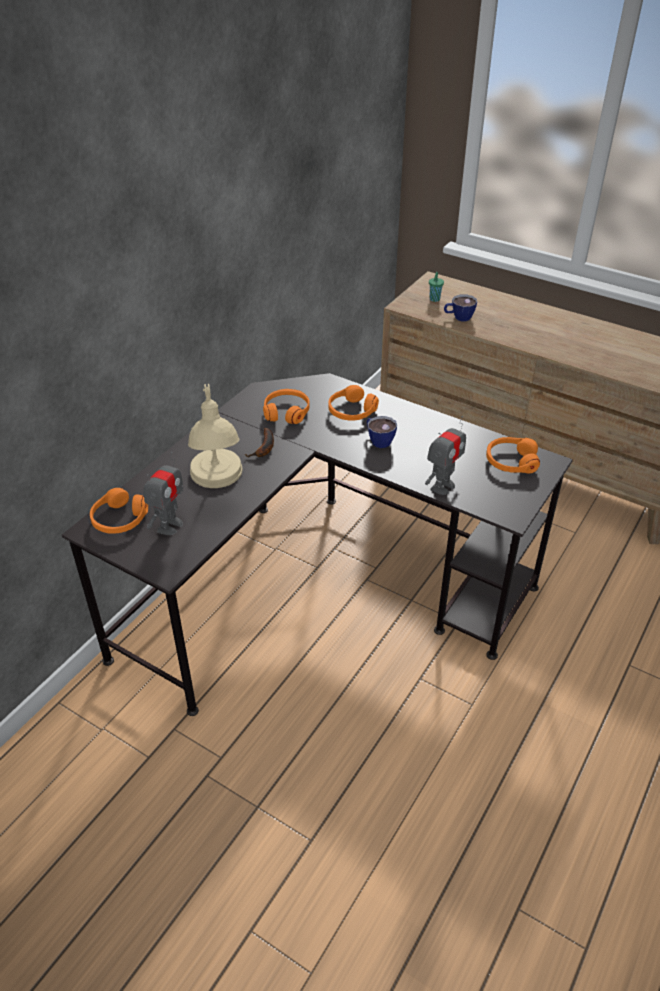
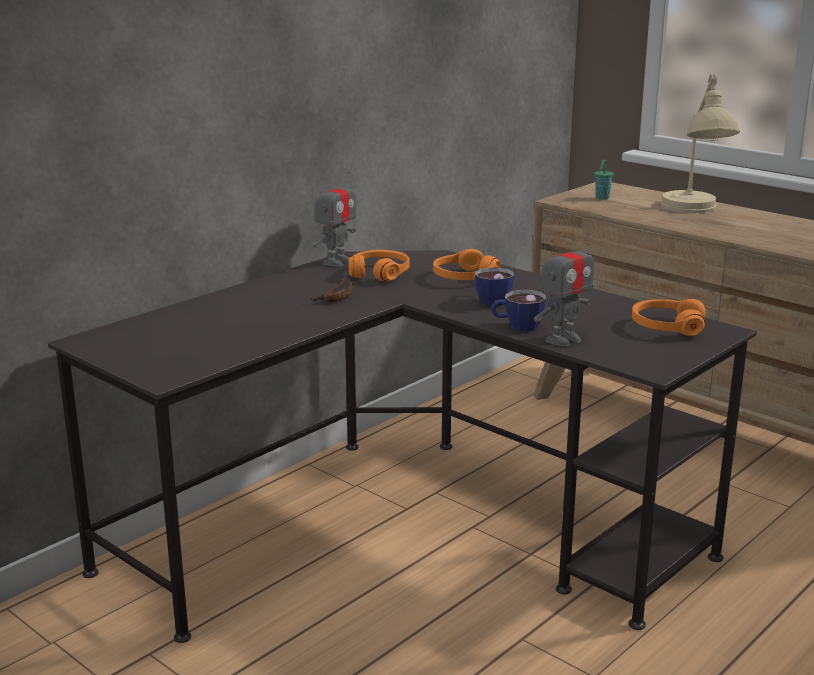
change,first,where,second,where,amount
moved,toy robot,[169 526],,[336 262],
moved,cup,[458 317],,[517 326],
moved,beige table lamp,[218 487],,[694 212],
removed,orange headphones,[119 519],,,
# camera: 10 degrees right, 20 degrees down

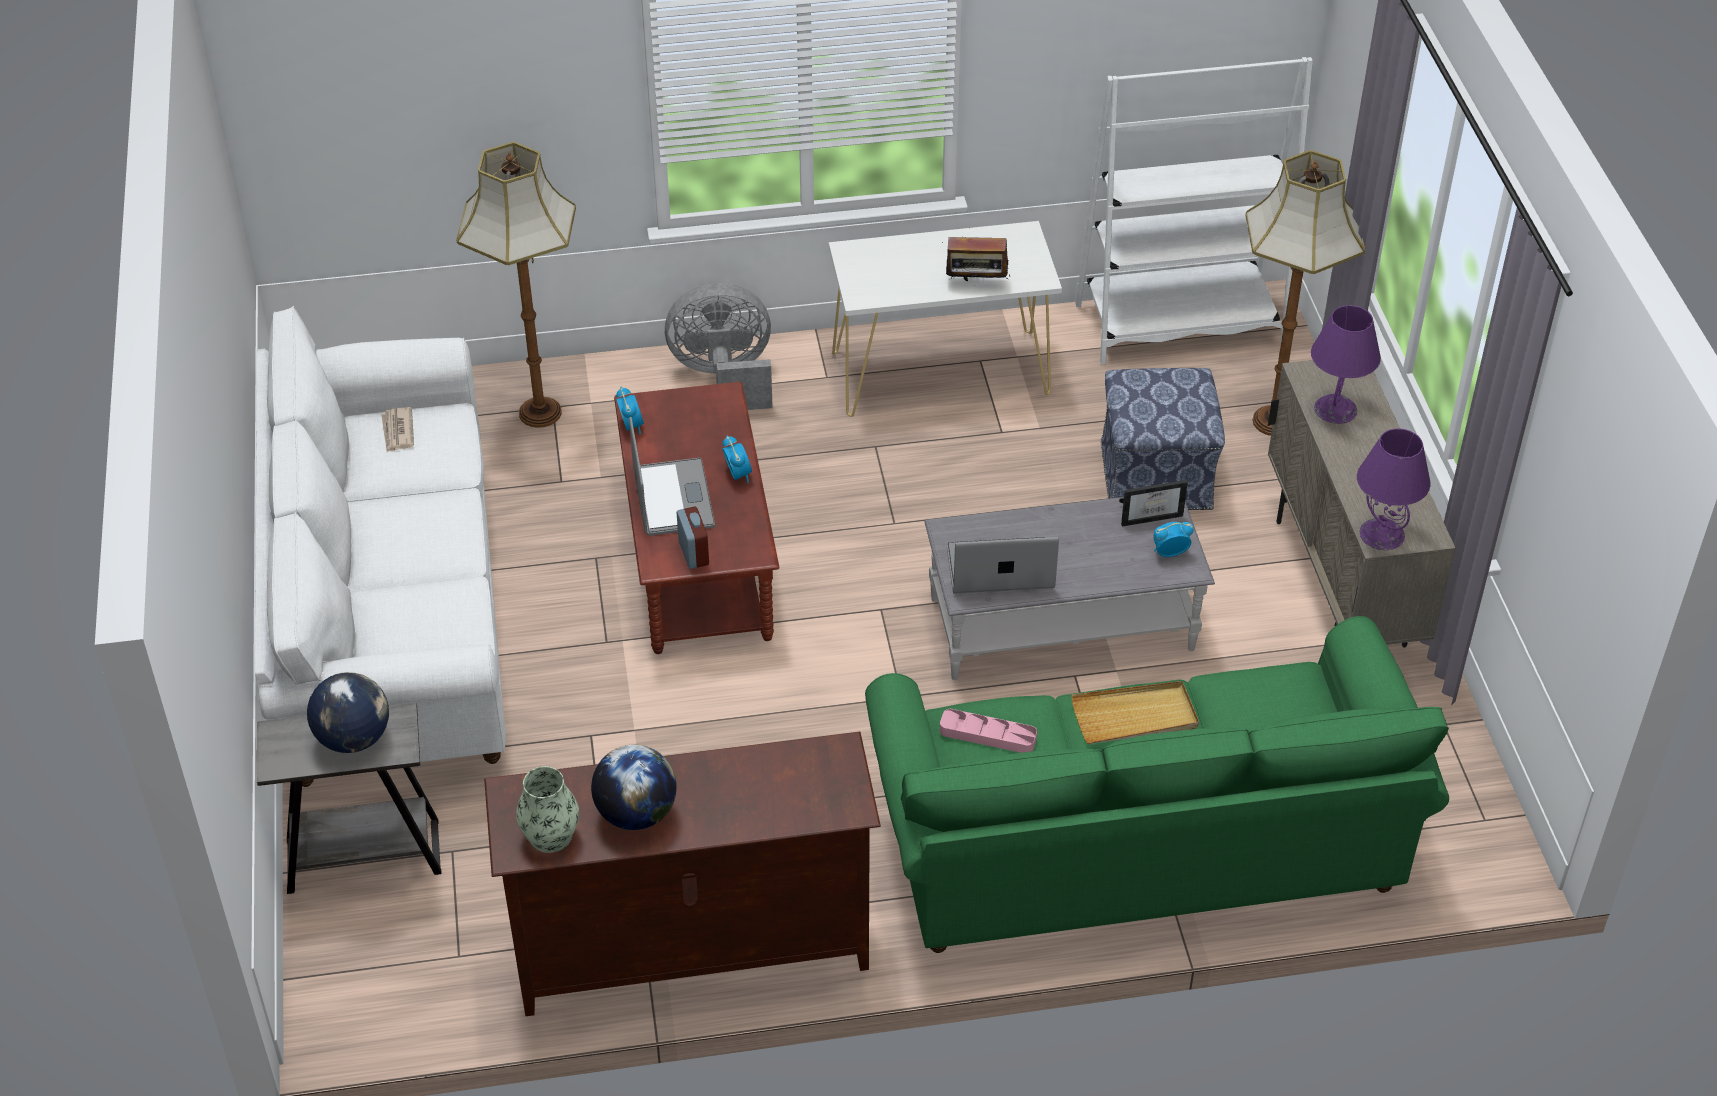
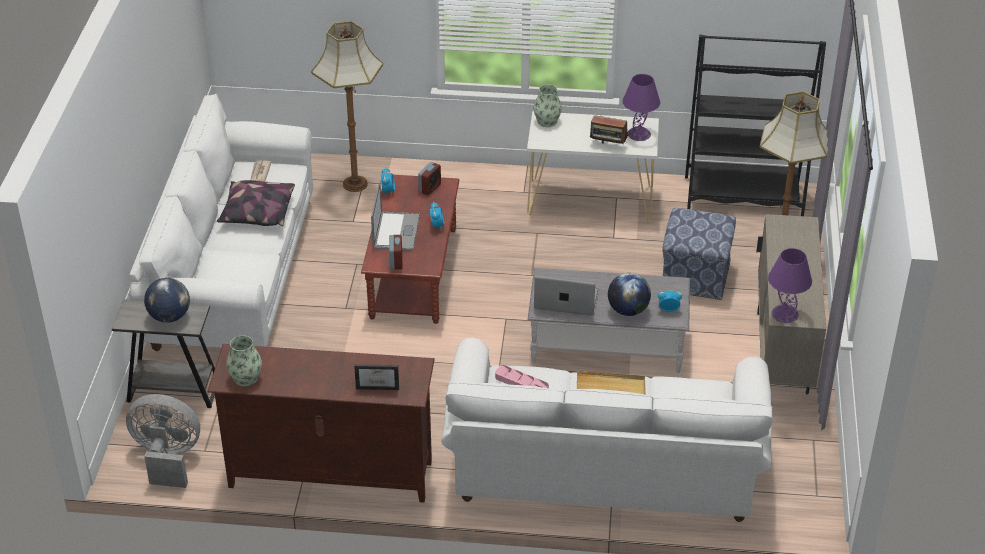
change,first,where,second,where,amount
moved,grey fan,[724 378],,[167 458],
added,,,pillow,[257 213],
moved,picture frame,[1151 515],,[378 385],
added,,,alarm clock,[430 188],
recoloured,green sofa,[1137 843],white sofa,[604 468],
added,,,vase,[547 121],
moved,globe,[636 814],,[628 310],
moved,purple table lamp,[1336 409],,[639 134],
recoloured,white bookcase,[1180 324],black bookcase,[743 197],
# camera: 15 degrees right, 5 degrees down

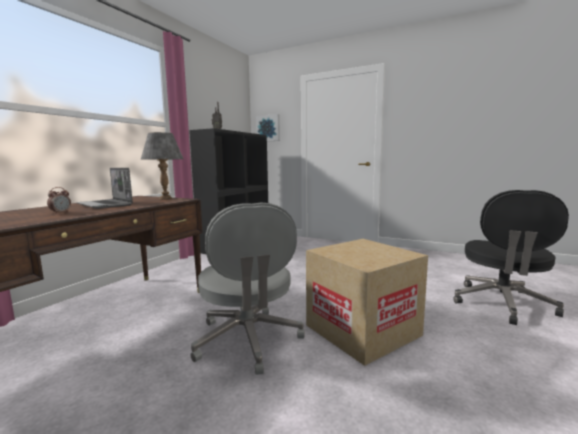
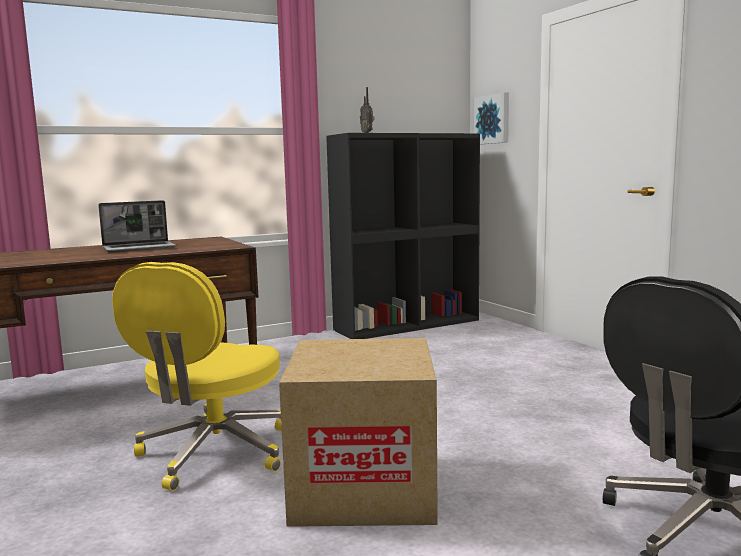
change,first,where,second,where,amount
turned,laptop,[106 205],,[140 248],105 degrees counterclockwise
recoloured,grey office chair,[248 340],yellow office chair,[214 453],
removed,alarm clock,[60 213],,,
removed,grey table lamp,[166 198],,,
# camera: 35 degrees right, 0 degrees up

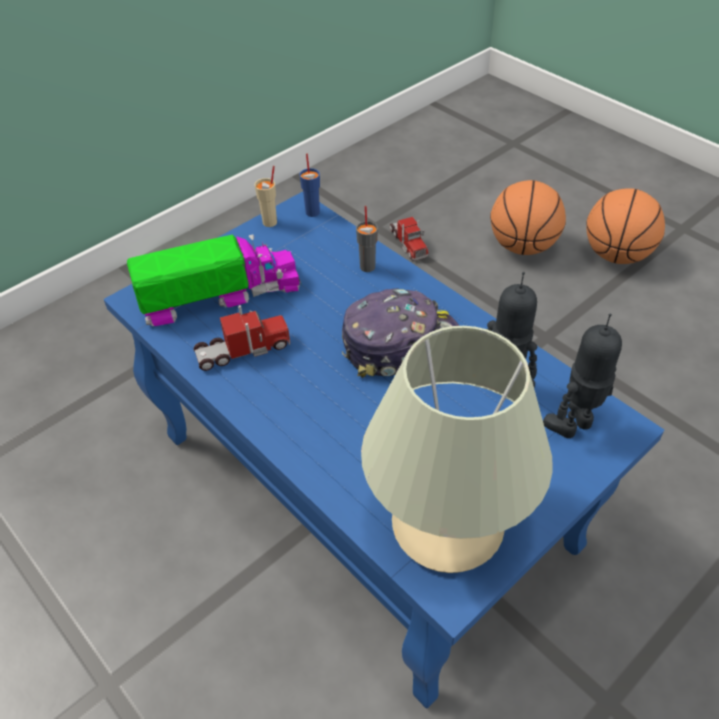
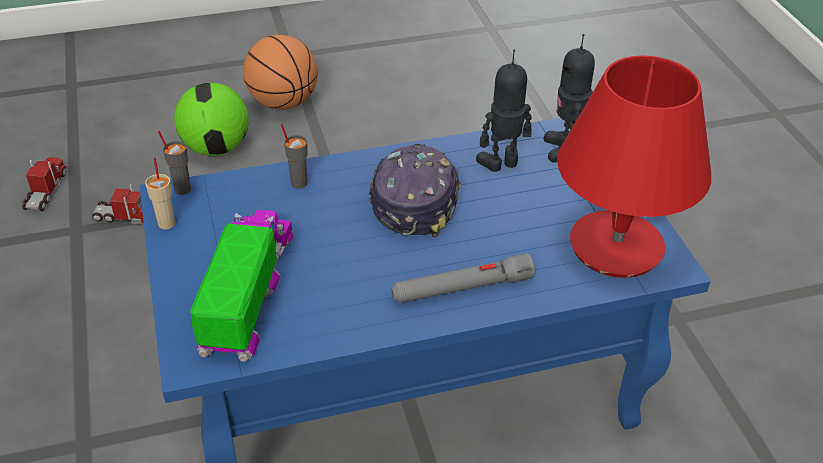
change,first,where,second,where,amount
moved,toy truck,[243 350],,[46 191],
recoloured,blue cup,[313 212],grey cup,[182 189],
replaced,basketball,[522 246],football,[216 147],
added,,,grey flashlight,[462 288],
recoloured,beige table lamp,[448 526],red table lamp,[617 246],
# camera: 65 degrees left, 5 degrees down

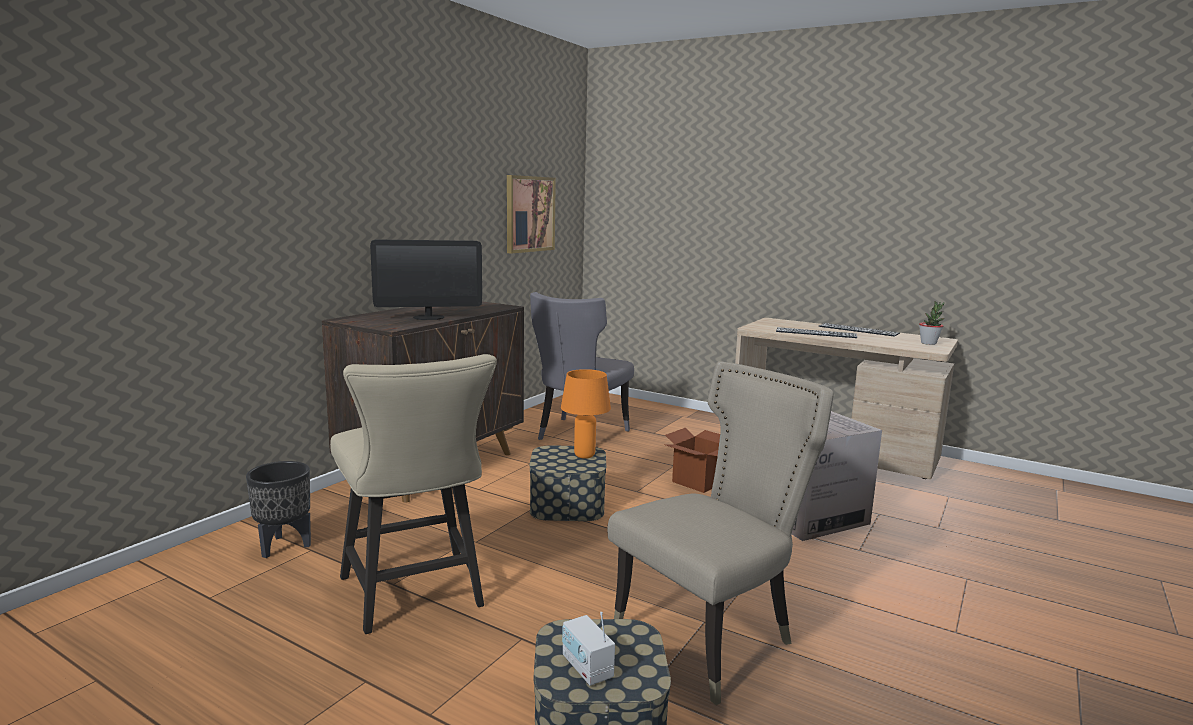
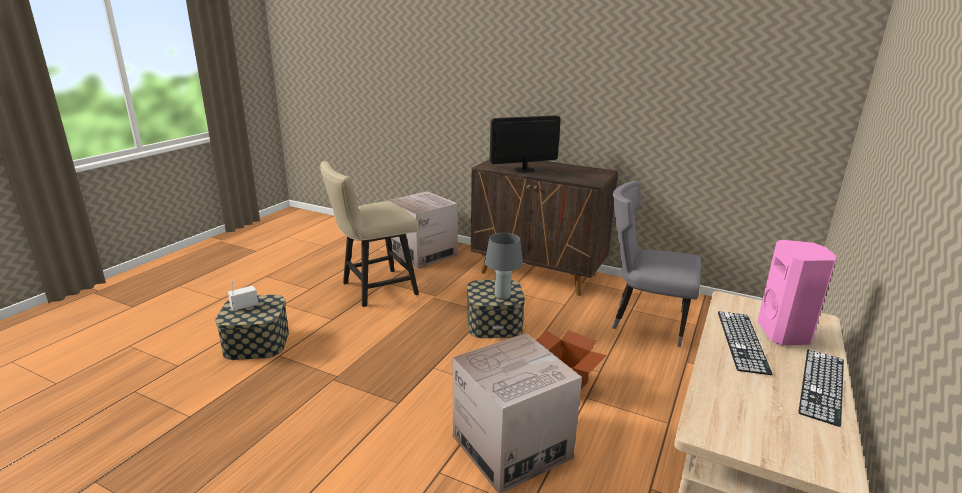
change,first,where,second,where,amount
replaced,black planter,[284 546],cardboard box,[423 253],
recoloured,orange table lamp,[583 455],grey table lamp,[502 297],
turned,monitor,[428 317],,[524 170],90 degrees clockwise
added,,,pink speaker,[785 334],
removed,picture,[529 214],,,
removed,beige chair,[712 637],,,
removed,potted plant,[928 343],,,
# camera: 85 degrees right, 10 degrees up

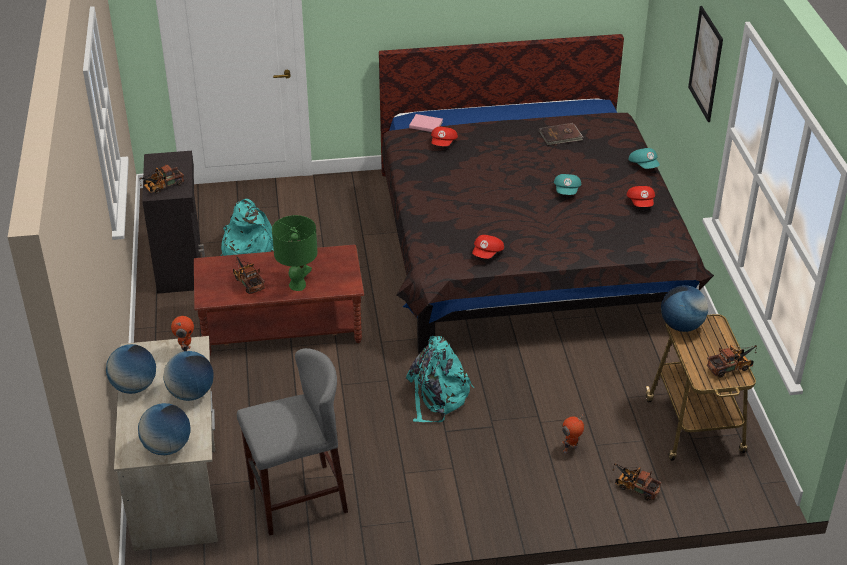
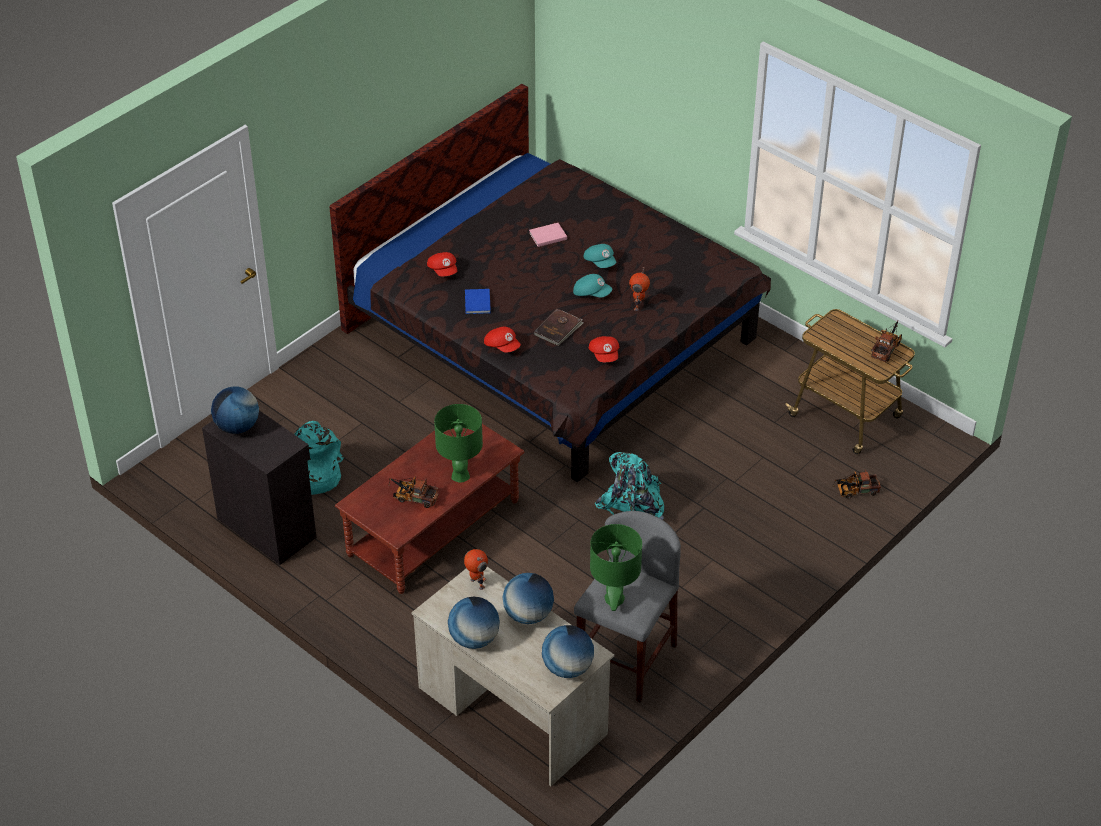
change,first,where,second,where,amount
moved,globe,[681 326],,[237 427],
added,,,blue book,[477 303],
moved,red cap,[641 203],,[502 346],
moved,pink book,[425 124],,[547 236],
moved,brown book,[560 136],,[558 329],
moved,turquoise cap,[644 165],,[592 293],
added,,,green table lamp,[614 599],
moved,toy robot,[571 449],,[638 305],
removed,toy truck,[162 186],,,
removed,picture,[706 64],,,
# camera: 40 degrees left, 5 degrees up

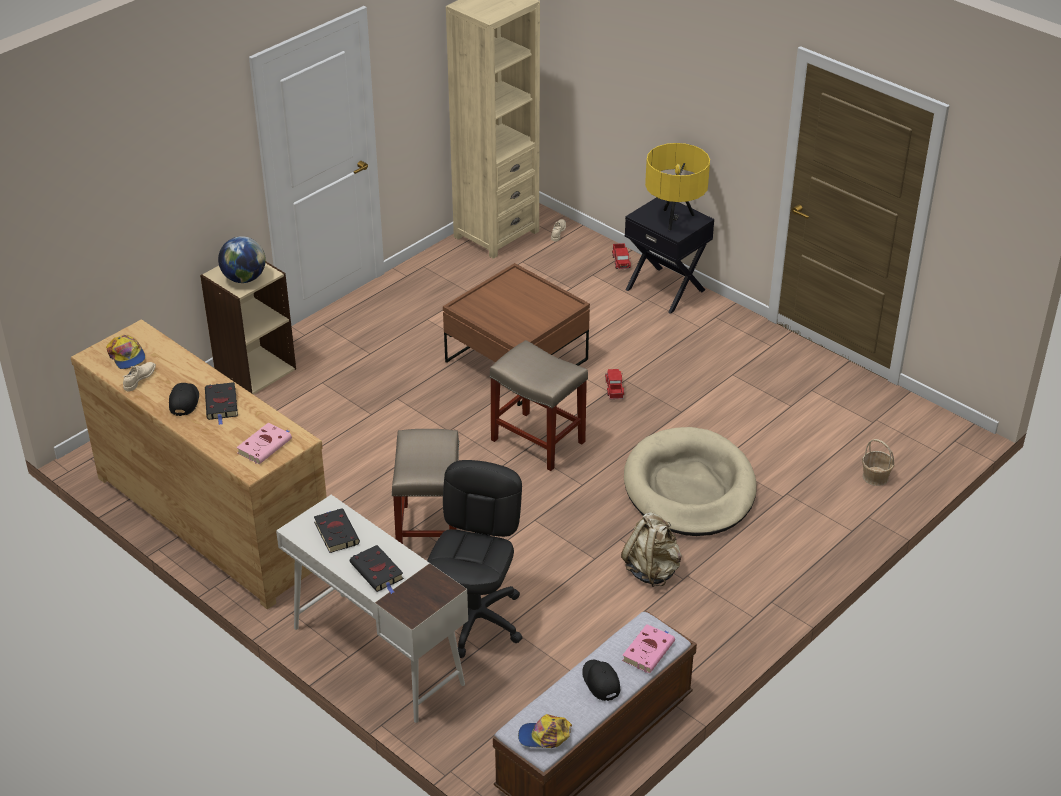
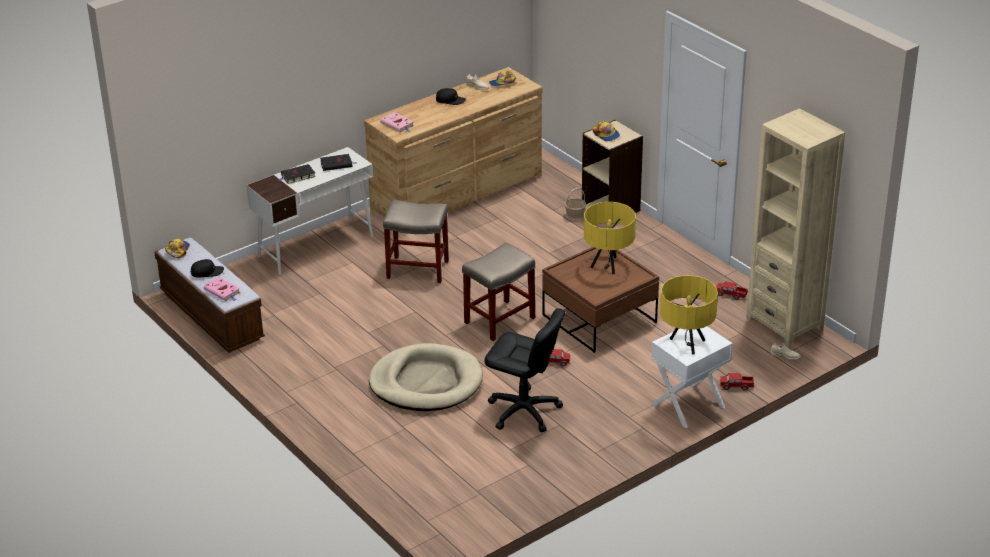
change,first,where,second,where,amount
moved,black office chair,[475 619],,[524 411],
moved,basket,[875 477],,[574 215],
added,,,yellow table lamp,[608 265],
replaced,globe,[244 278],cap,[606 134],
recoloured,black nightstand,[666 289],white nightstand,[689 405],
added,,,toy truck,[731 294],
removed,black book,[222 405],,,
removed,beige backpack,[652 570],,,
# camera: 100 degrees right, 5 degrees down

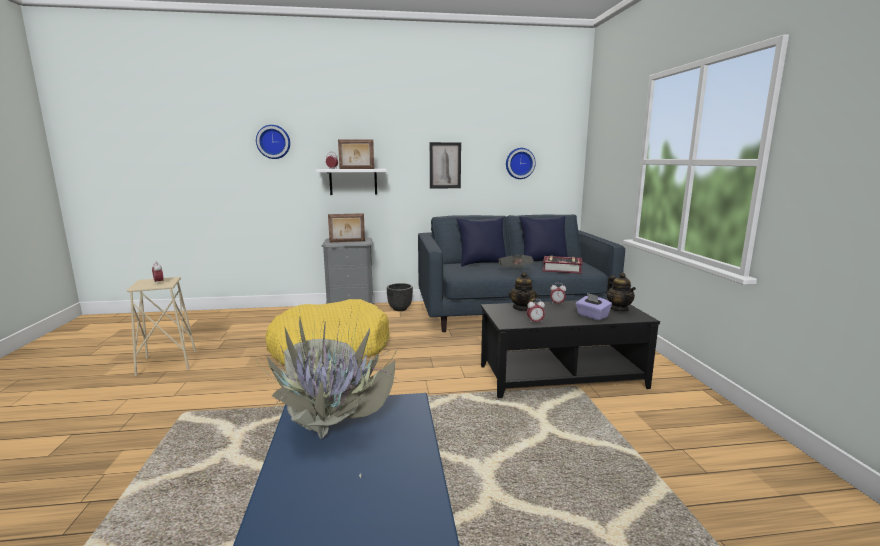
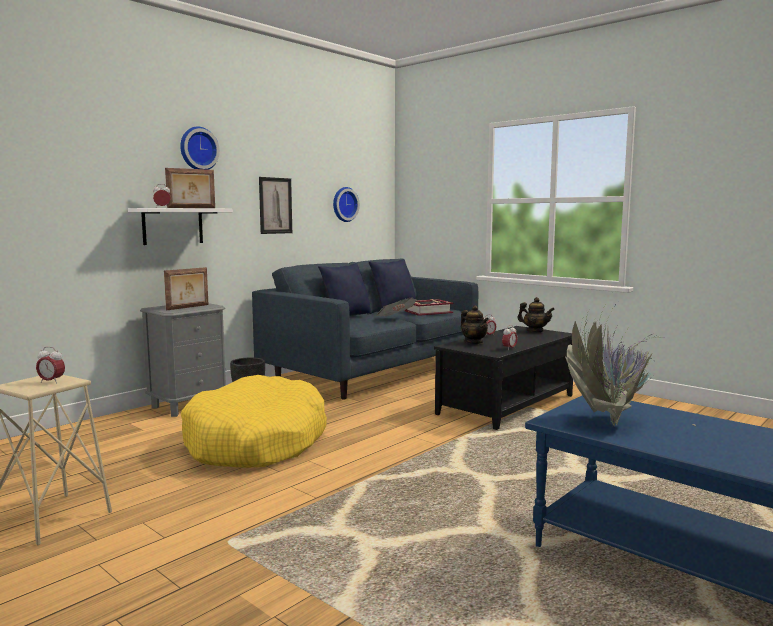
change,first,where,second,where,amount
moved,wall clock,[273 142],,[198 149],
removed,purple tissue box,[592 316],,,
# camera: 40 degrees left, 5 degrees down

